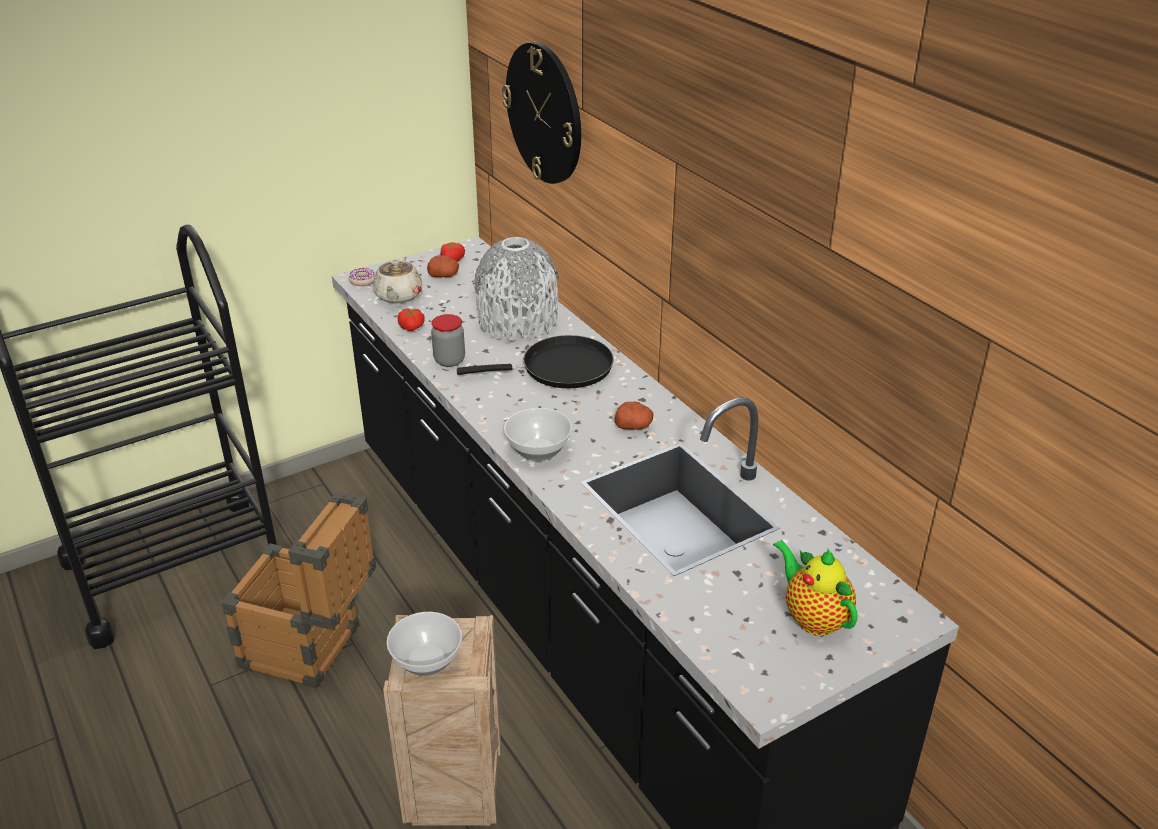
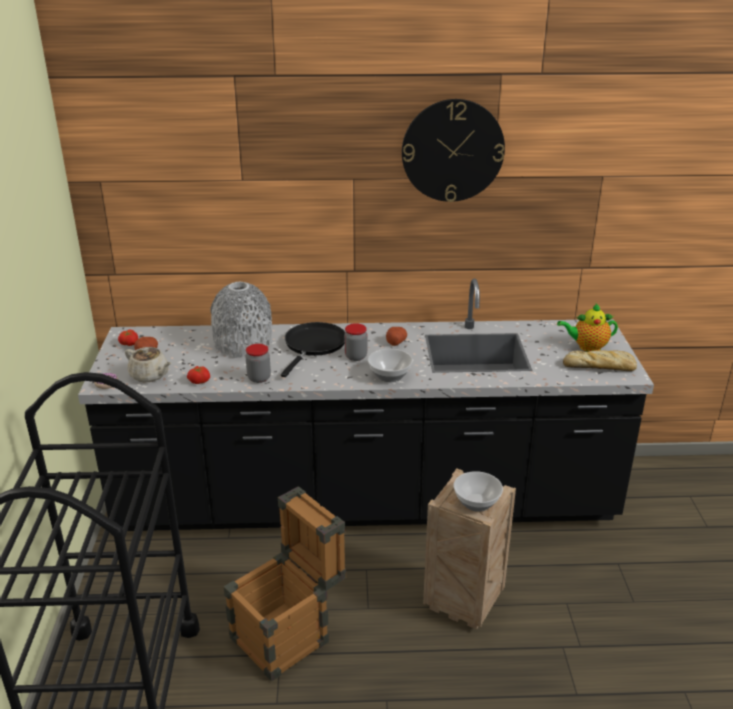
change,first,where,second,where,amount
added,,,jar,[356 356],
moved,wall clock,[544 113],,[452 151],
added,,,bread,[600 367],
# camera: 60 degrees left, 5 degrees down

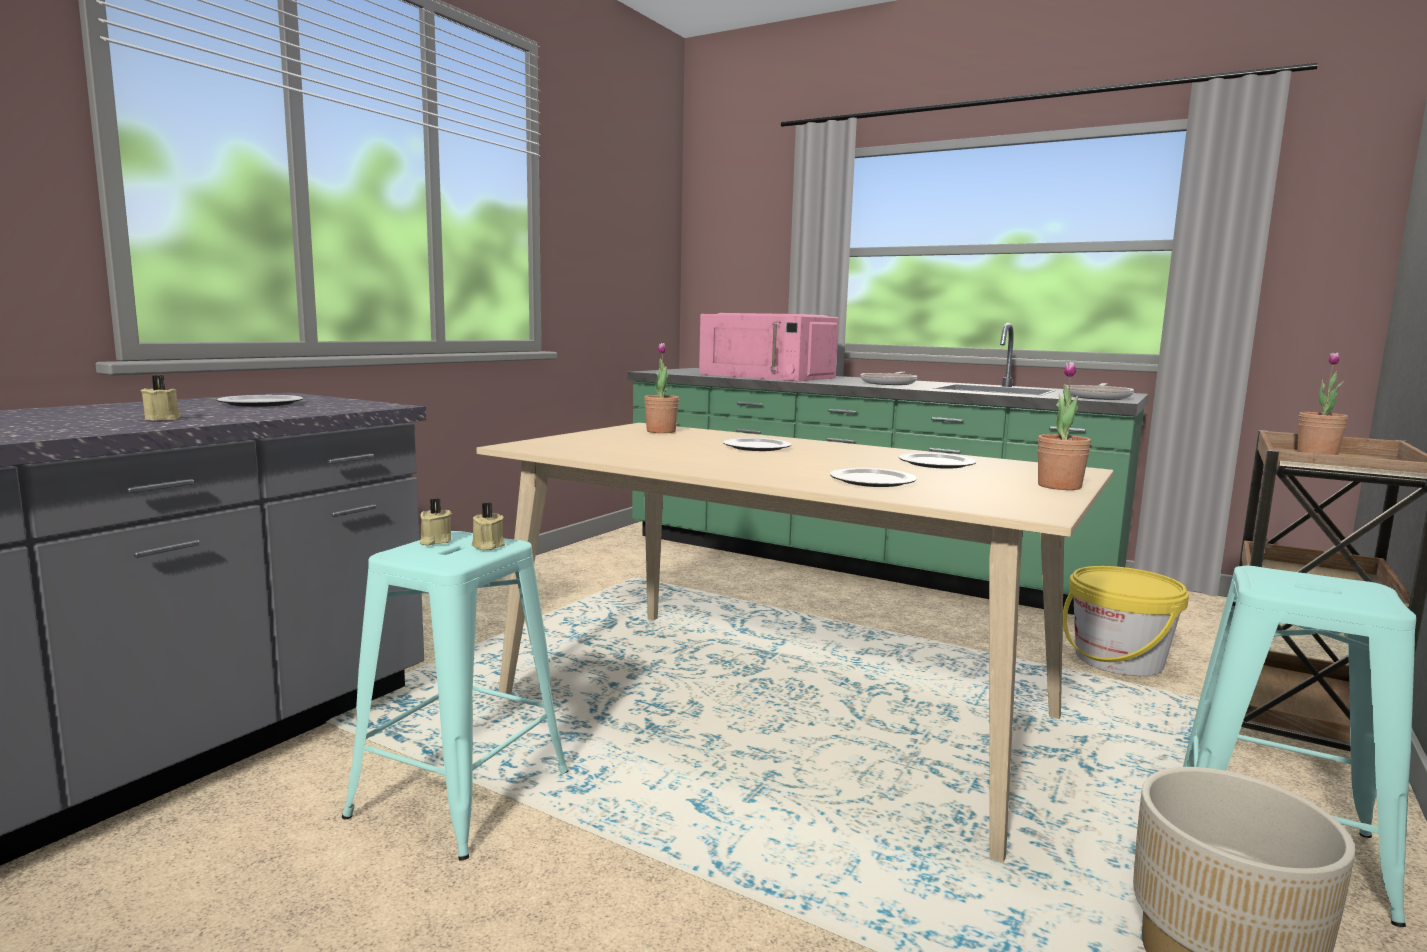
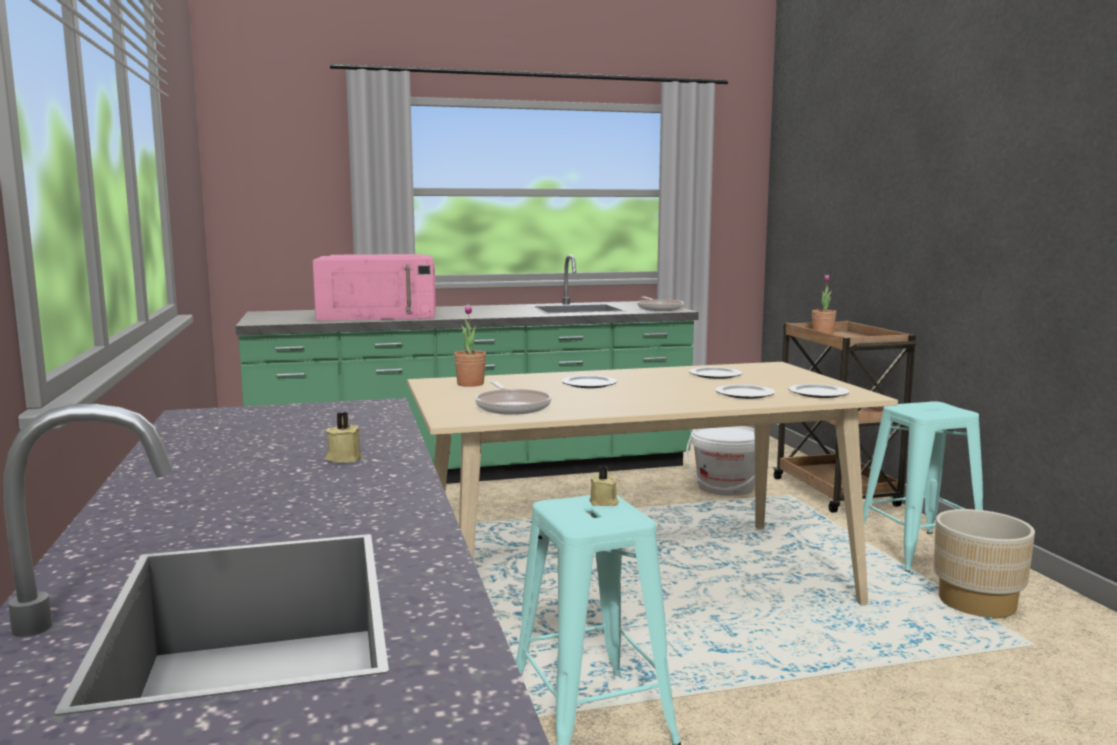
change,first,where,second,where,amount
moved,frying pan,[889 383],,[512 407],
recoloured,yellow bucket,[1118 660],white bucket,[725 487],
moved,plate,[259 404],,[818 394],
removed,beige candle,[434 541],,,
removed,potted plant,[1059 486],,,
# camera: 45 degrees left, 0 degrees up

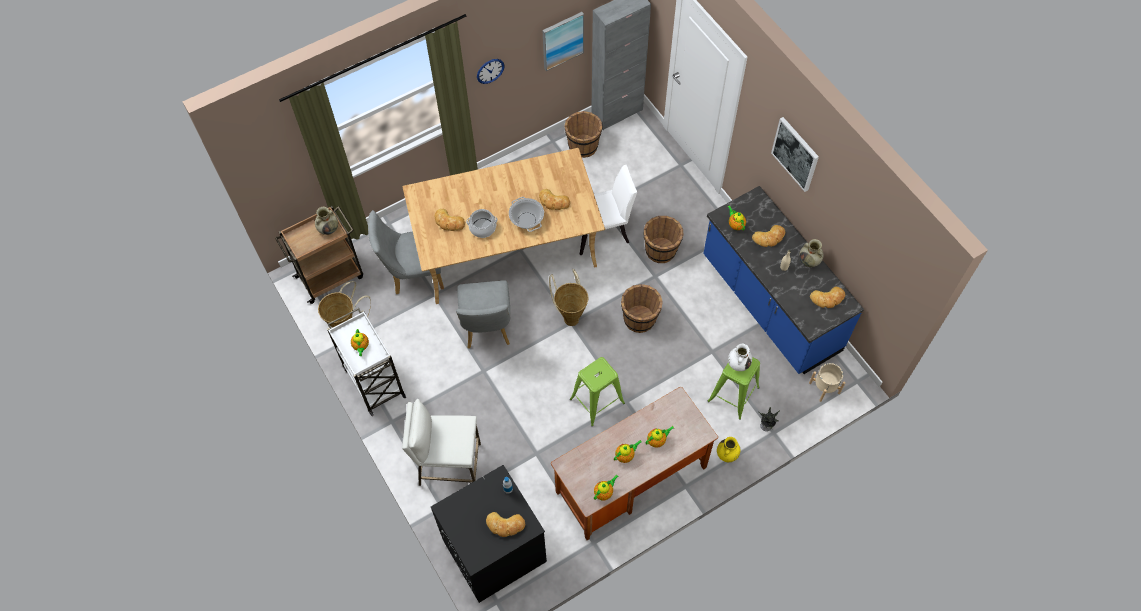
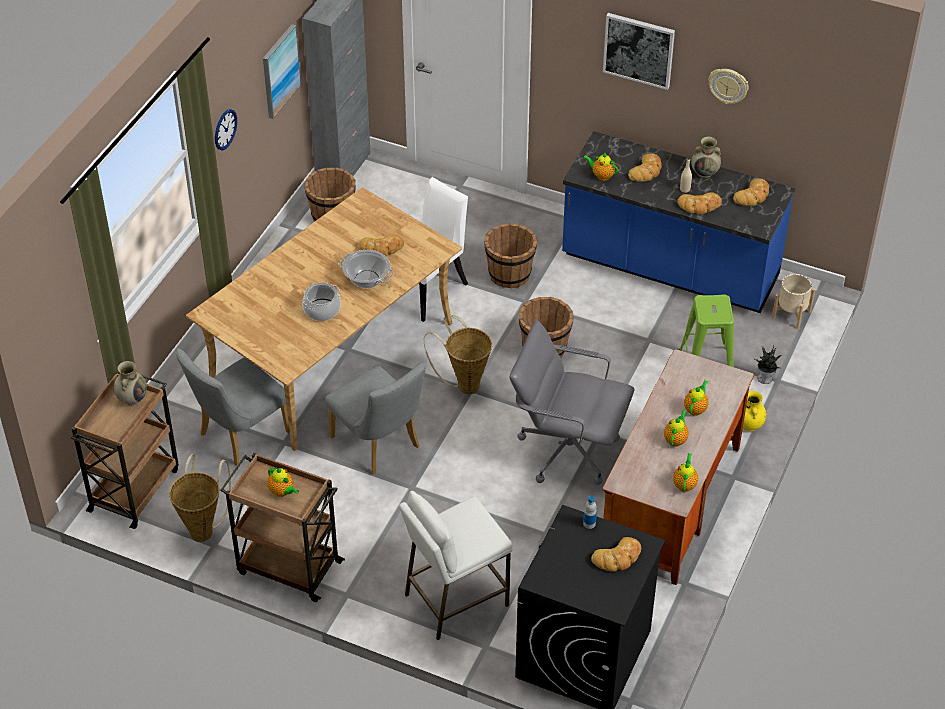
change,first,where,second,where,amount
recoloured,white cart,[373 381],brown cart,[287 567],
replaced,green stool,[596 401],grey office chair,[567 449],
moved,bread,[449 222],,[699 206],
added,,,wall clock,[728 85],
removed,white vase,[738 364],,,
# camera: 35 degrees left, 15 degrees down

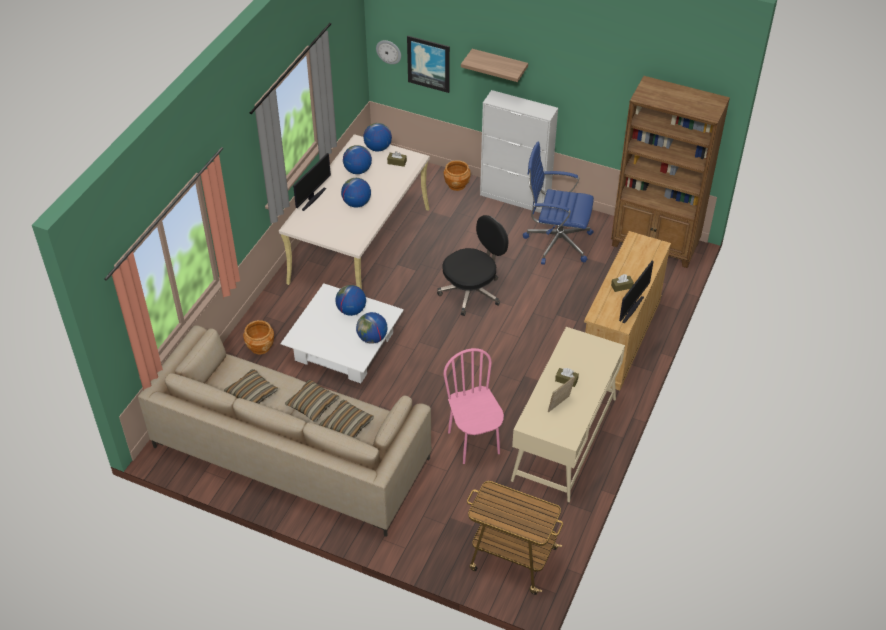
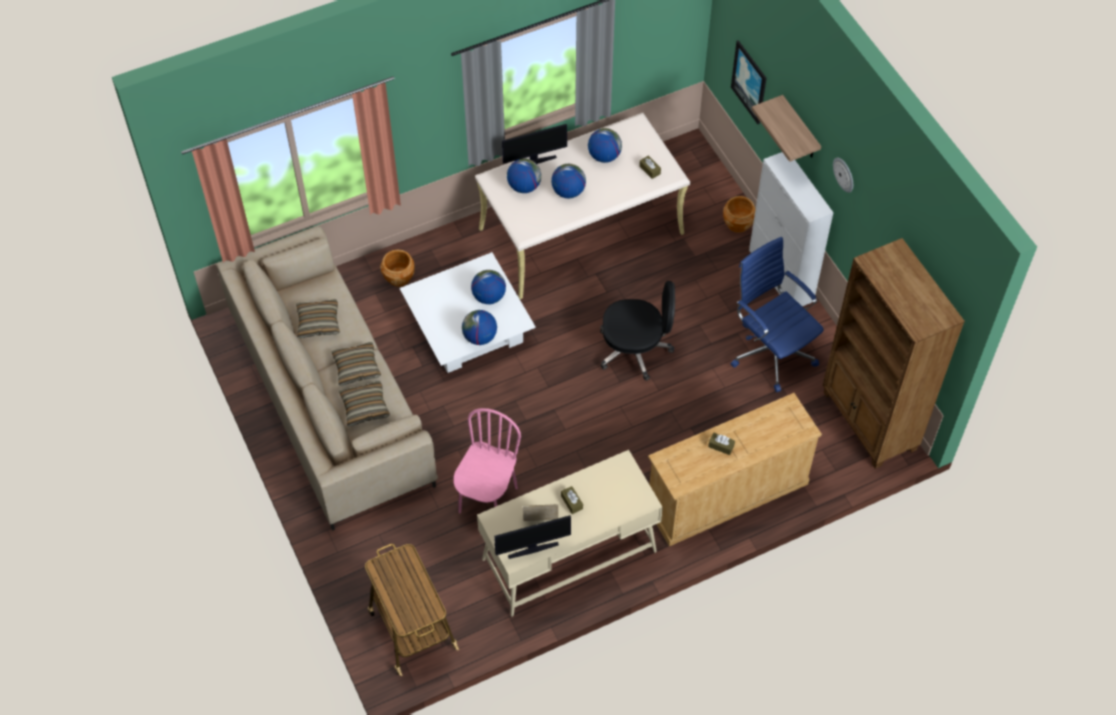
change,first,where,second,where,amount
moved,monitor,[631 309],,[532 549],
moved,globe,[378 148],,[524 186],
moved,wall clock,[389 51],,[844 174],
# camera: 40 degrees right, 10 degrees up

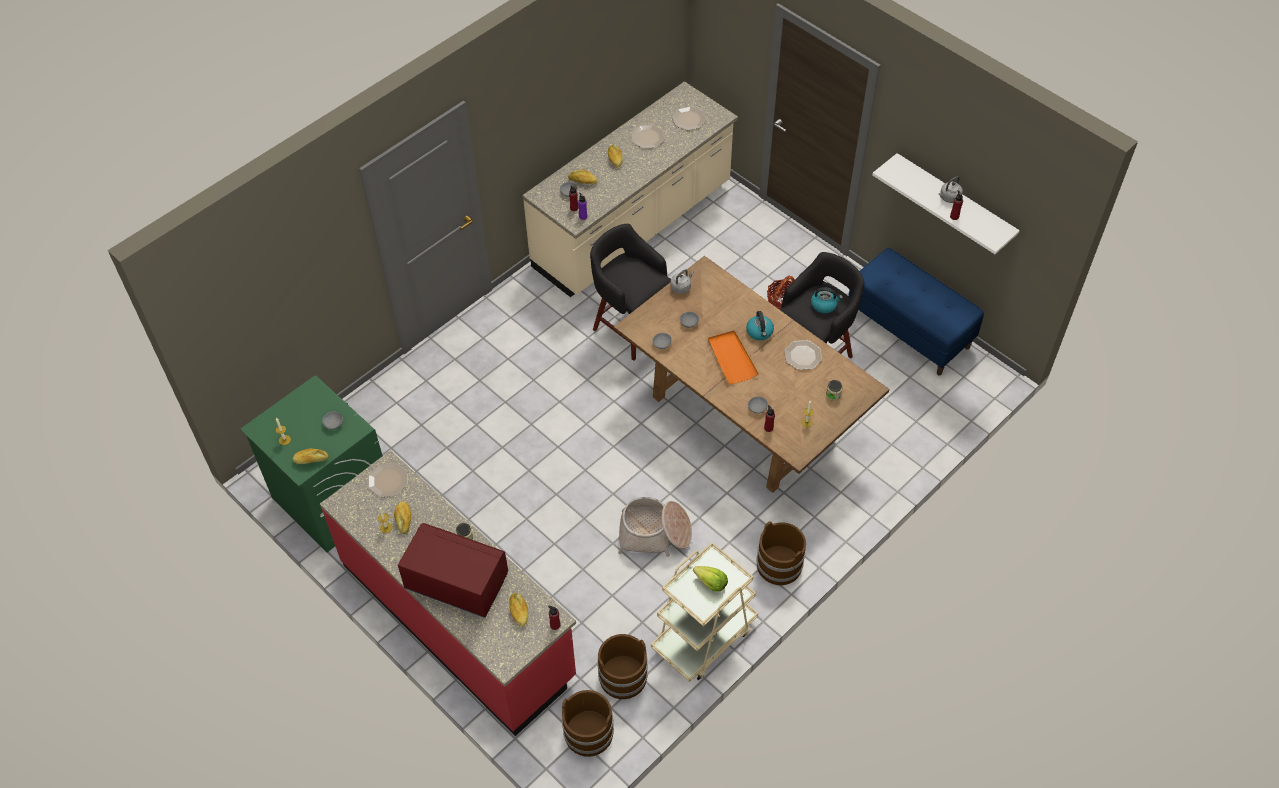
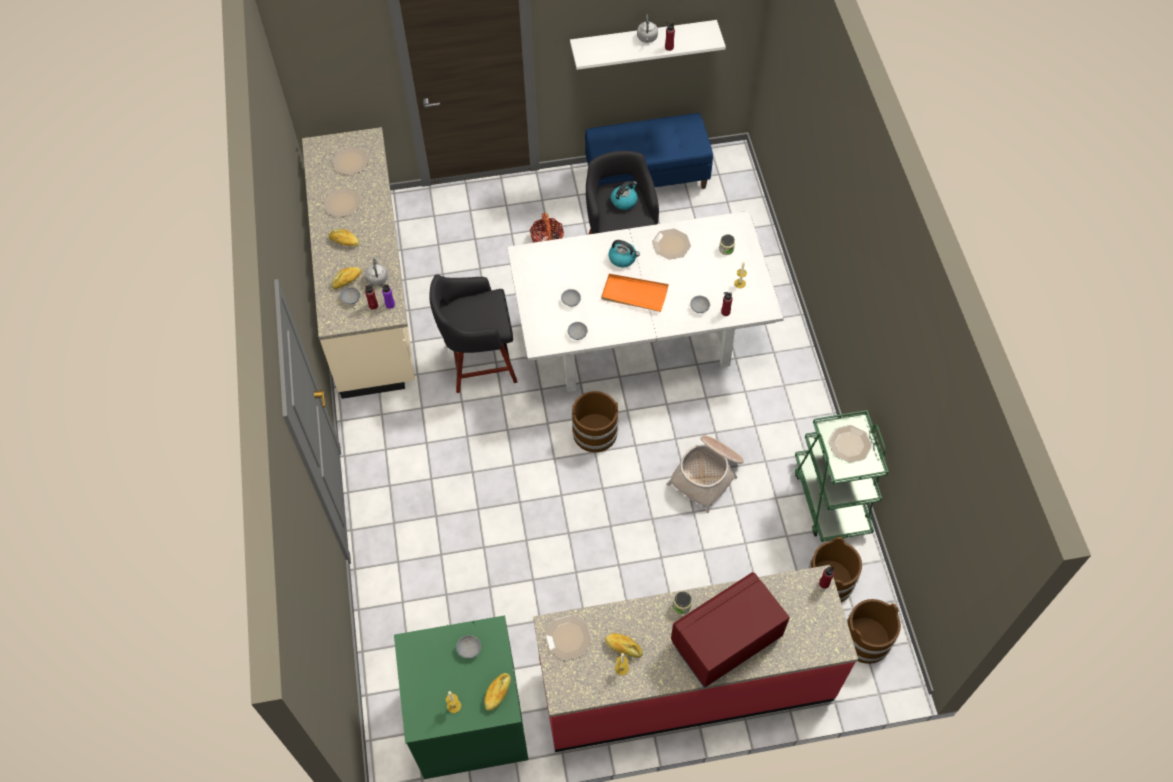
change,first,where,second,where,amount
moved,grey kettle,[681 287],,[377 278],
recoloured,brown dining table,[742 415],white dining table,[638 339],
moved,brown bucket,[779 565],,[595 432],
recoloured,beige cart,[703 637],green cart,[831 498],
replaced,lettuce,[711 583],plate,[850 444],
removed,bread,[519 611],,,
# camera: 55 degrees left, 5 degrees up

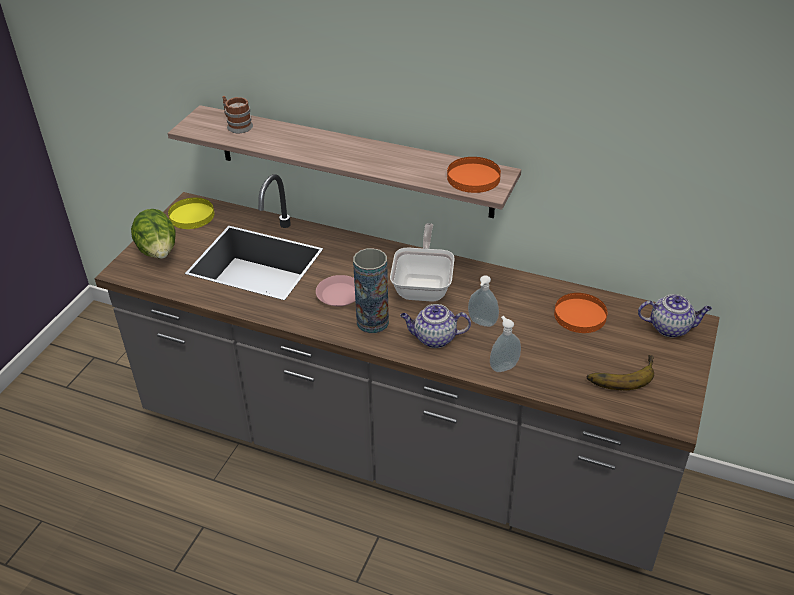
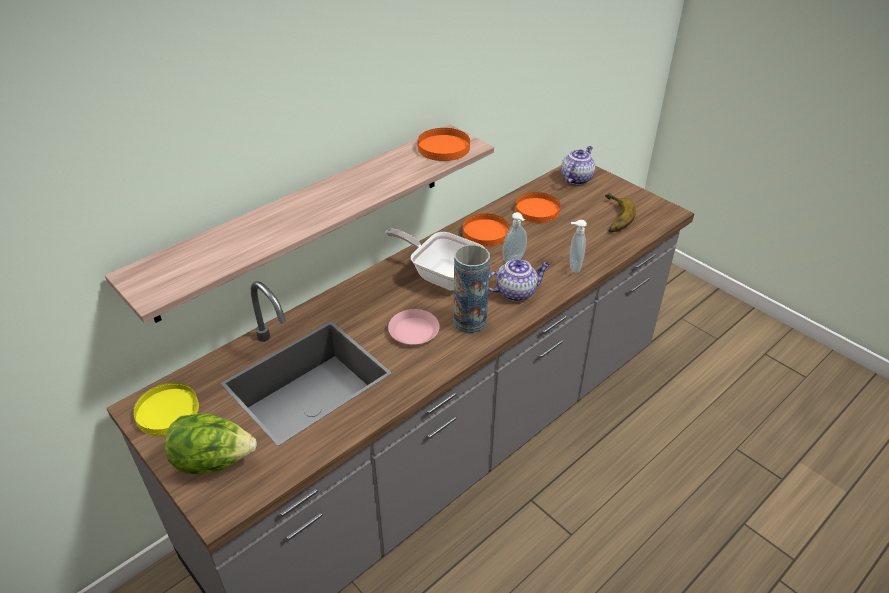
change,first,where,second,where,amount
added,,,orange plate,[485 232],
turned,teapot,[434 338],,[516 292],135 degrees counterclockwise
removed,mug,[237 125],,,
# camera: 65 degrees left, 0 degrees up

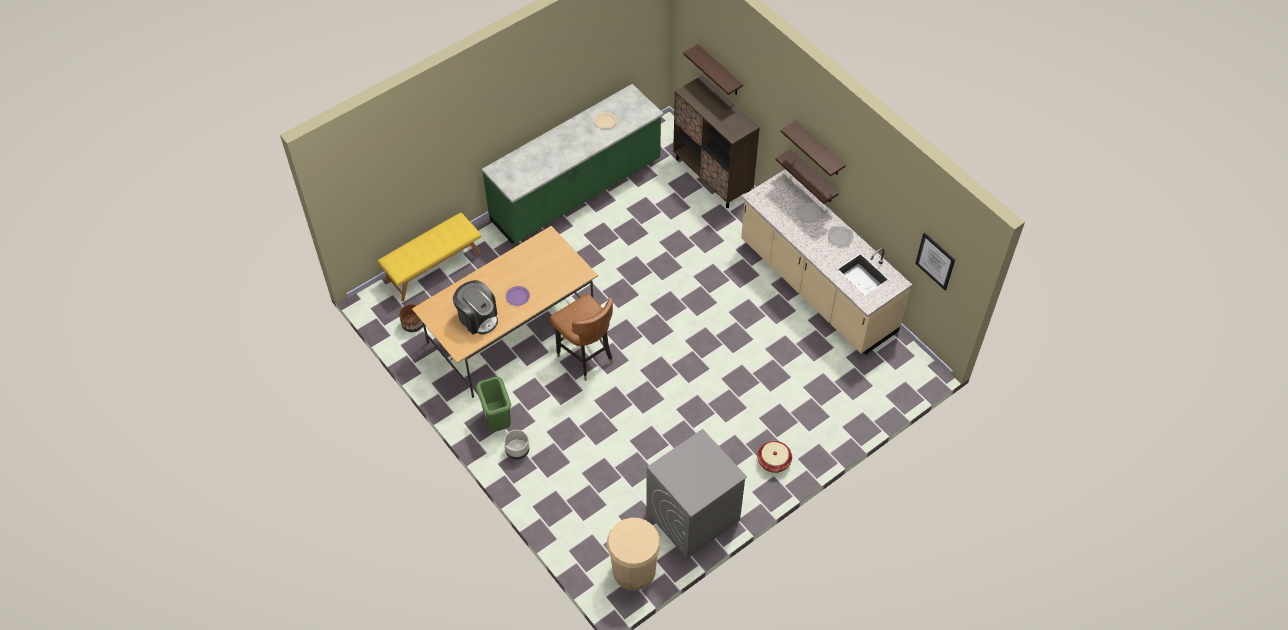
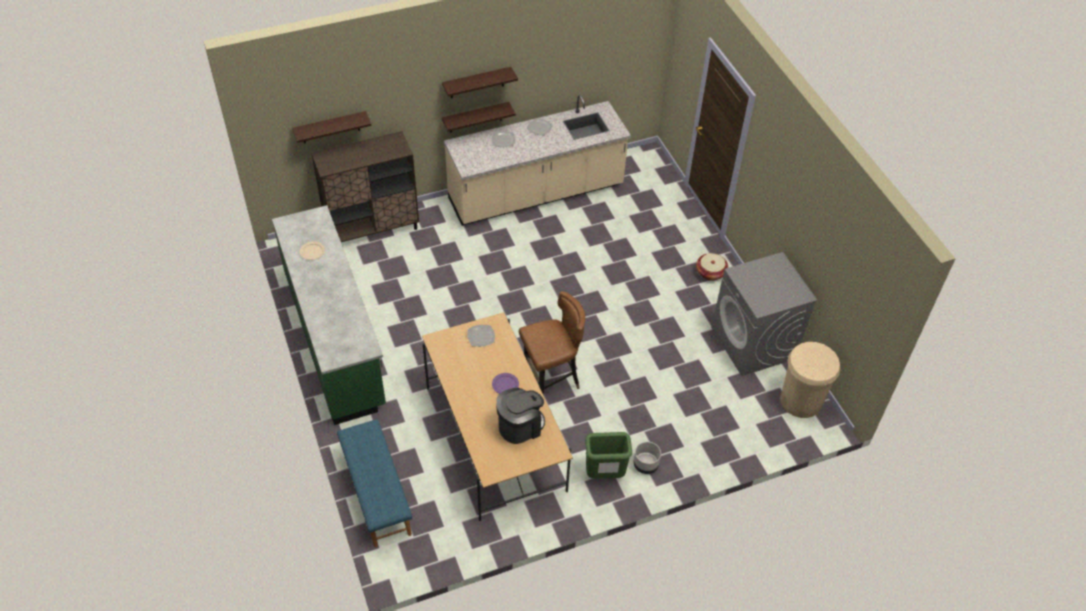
change,first,where,second,where,amount
recoloured,yellow bench,[433 267],blue bench,[376 493],
added,,,plate,[480 336],
removed,brown planter,[413 324],,,
removed,picture,[935 261],,,
# camera: 75 degrees left, 5 degrees down

